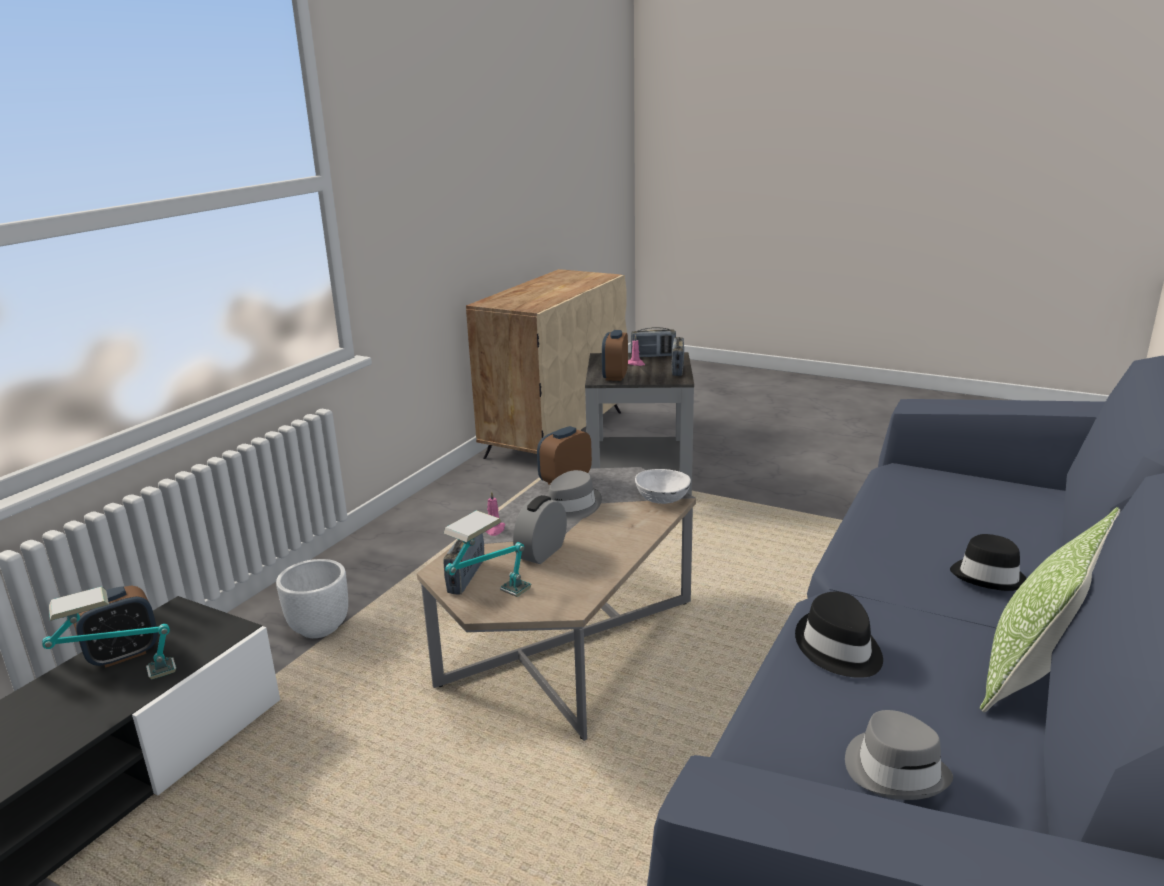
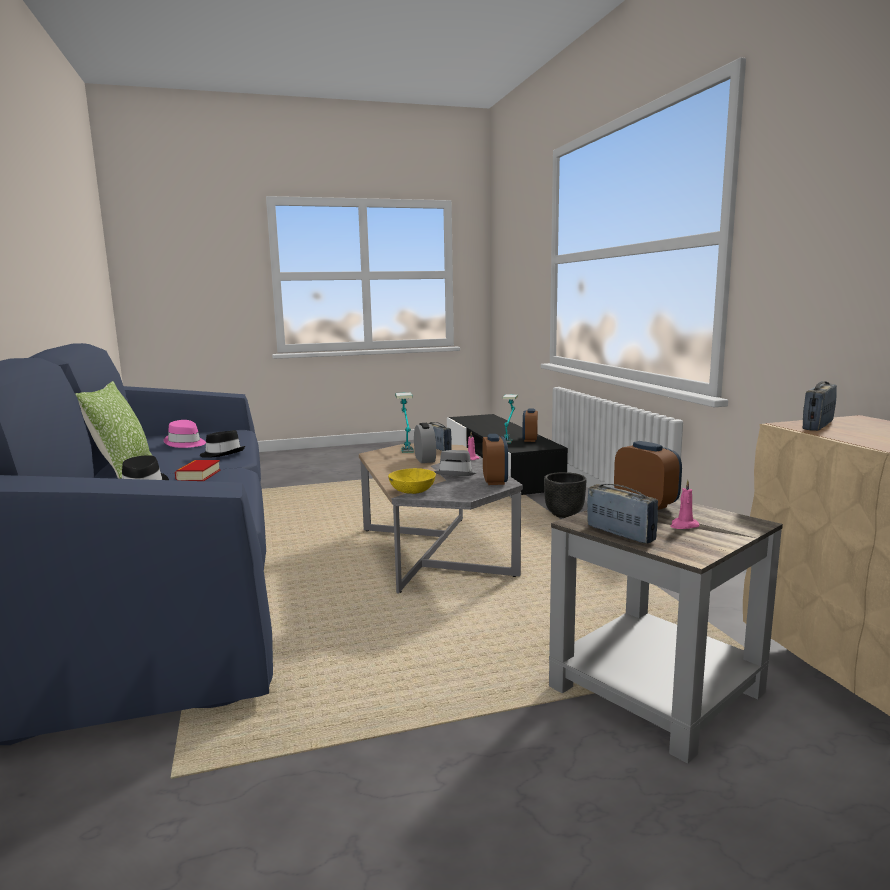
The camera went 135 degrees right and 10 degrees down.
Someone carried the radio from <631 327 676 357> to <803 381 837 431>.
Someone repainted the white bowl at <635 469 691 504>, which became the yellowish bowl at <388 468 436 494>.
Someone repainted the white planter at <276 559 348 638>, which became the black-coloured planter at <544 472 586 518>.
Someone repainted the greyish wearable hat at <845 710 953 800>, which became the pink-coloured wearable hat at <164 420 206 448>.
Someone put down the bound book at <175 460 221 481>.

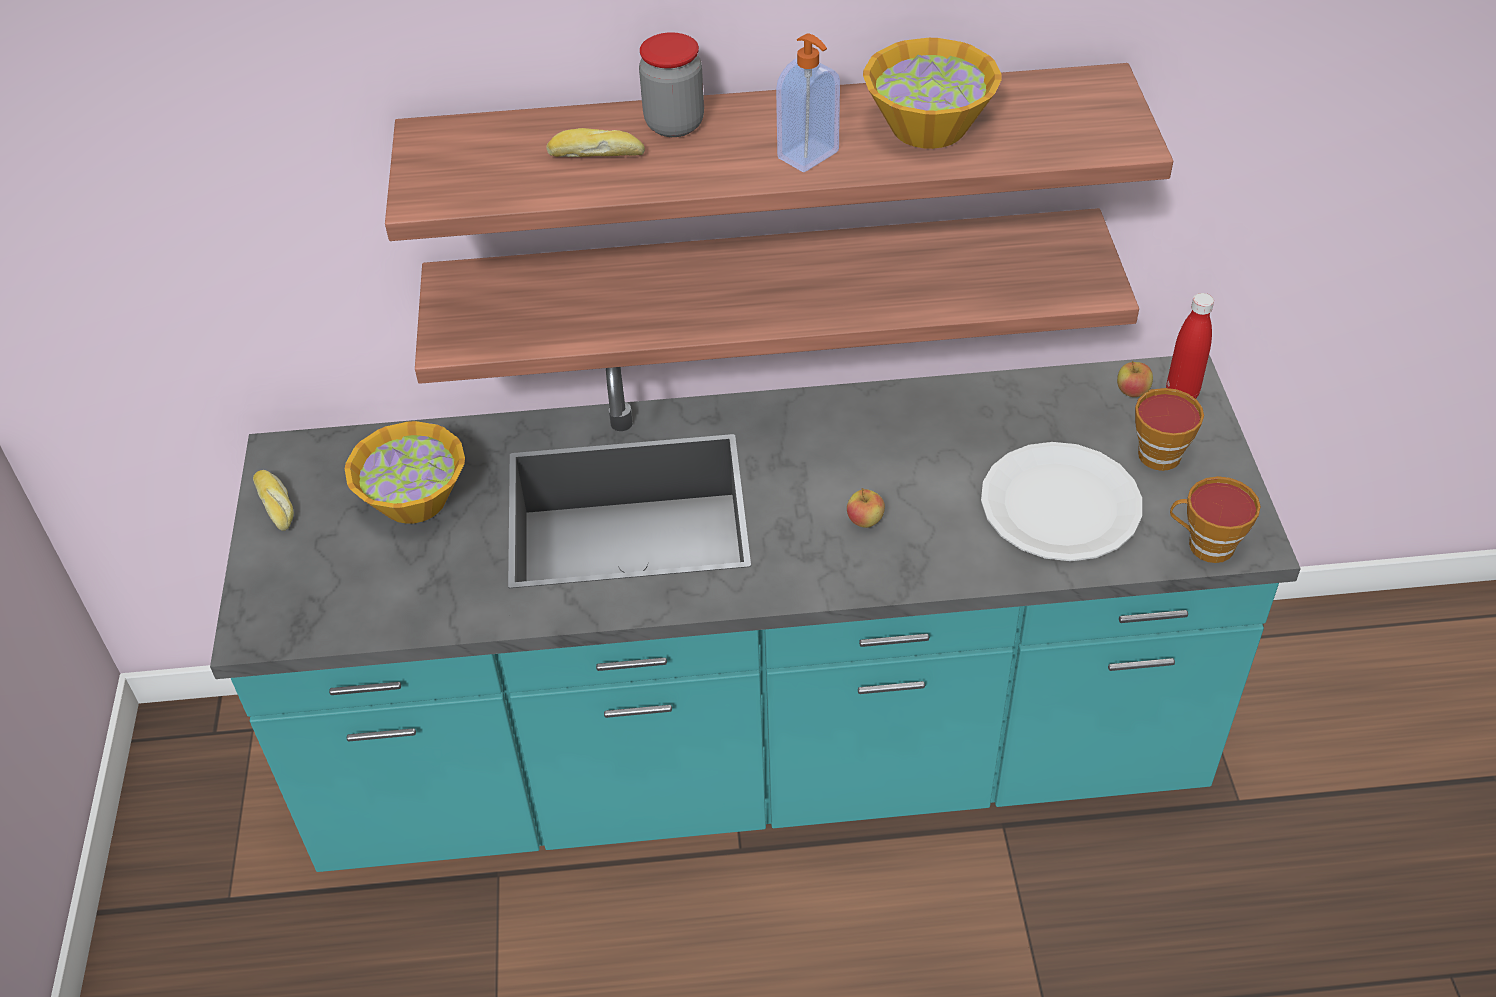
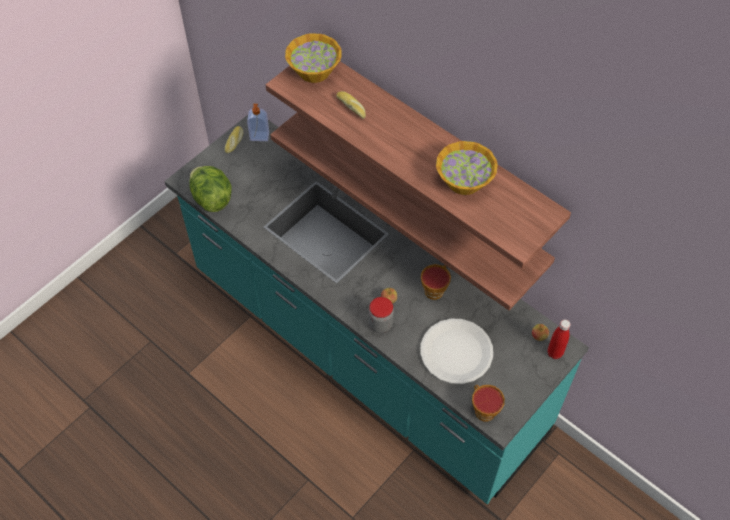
The camera went 45 degrees right and 10 degrees up.
Someone carried the storage jar from <639 32 704 137> to <369 297 394 333>.
Someone carried the liquid soap bottle from <776 33 840 172> to <247 104 269 141>.
Someone carried the small cup from <1135 388 1204 471> to <421 264 451 300>.
Someone carried the bowl from <345 421 465 524> to <285 34 342 83>.
Someone put down the head of lettuce at <189 166 232 212>.

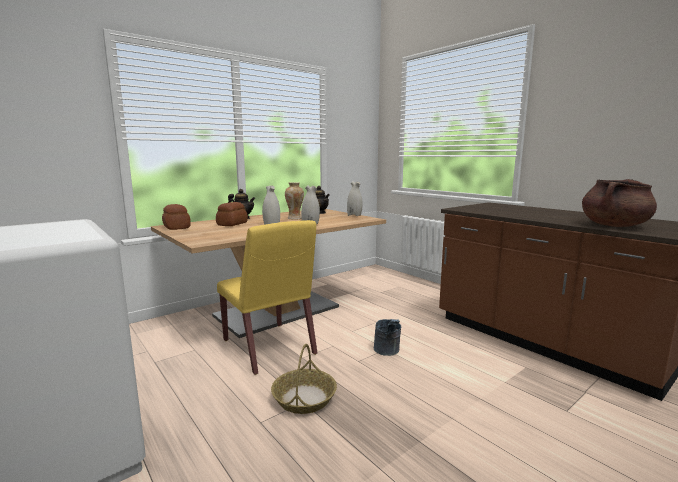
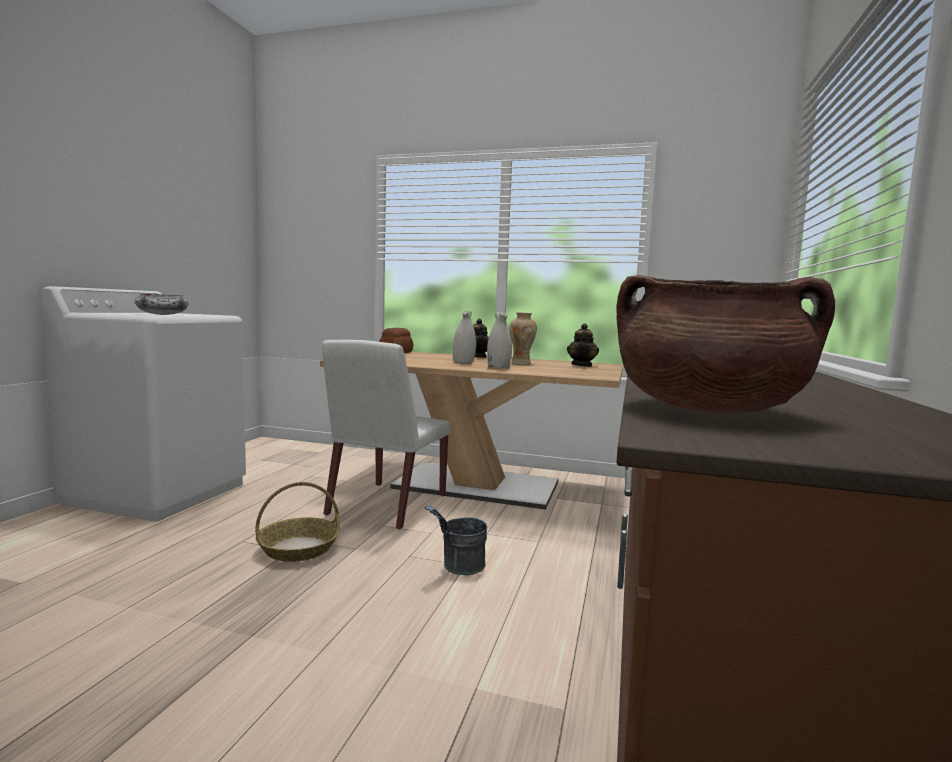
The camera went 55 degrees right and 5 degrees down.
Someone took away the white decorative vase at <347 181 363 216>.
Someone took away the bakery bread at <216 202 248 226>.
Someone repainted the yellowish plain chair at <217 220 317 375>, which became the white plain chair at <322 340 451 530>.
Someone put down the bowl at <134 294 189 315>.

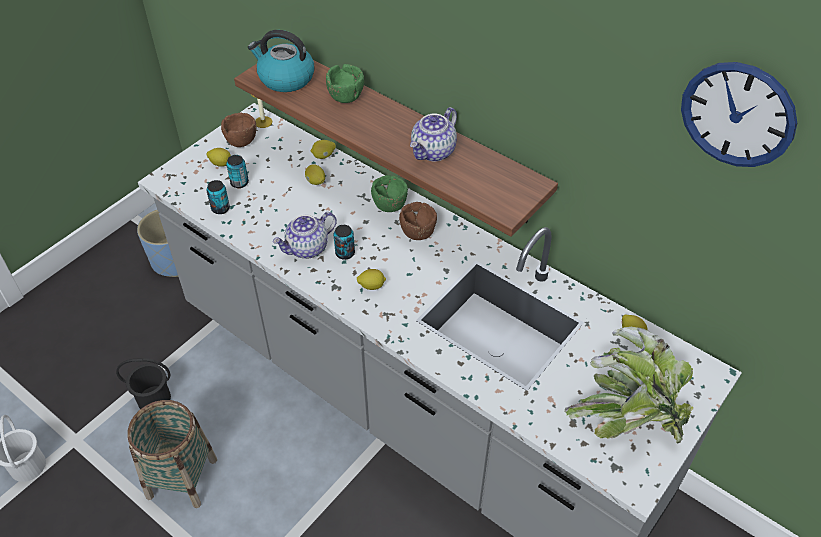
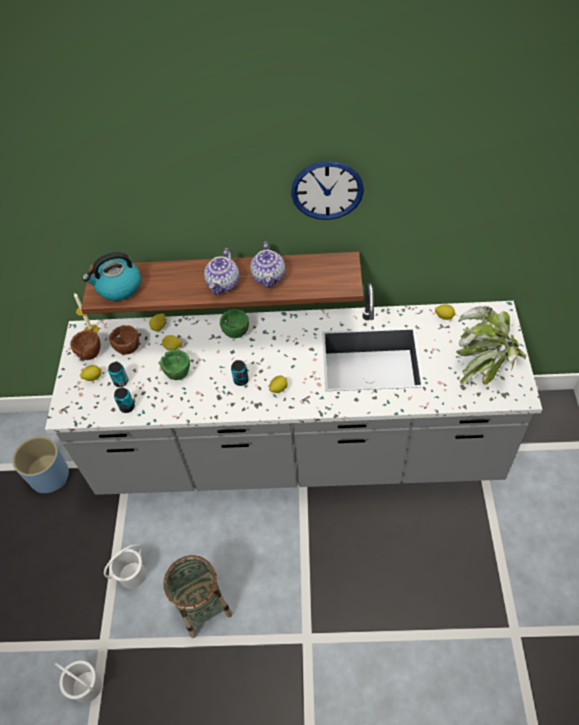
The camera went 35 degrees left and 5 degrees up.
Someone carried the clock on the wall from <681 62 797 167> to <291 161 364 220>.
Someone carried the green bowl from <326 64 364 103> to <160 350 190 380>.
Someone carried the brown bowl from <399 202 437 240> to <109 325 139 355>.
Someone carried the teapot from <273 212 337 258> to <204 248 239 295>.
Someone repainted the black-coloured pail at <116 358 171 409>, which became the white pail at <104 544 146 589>.

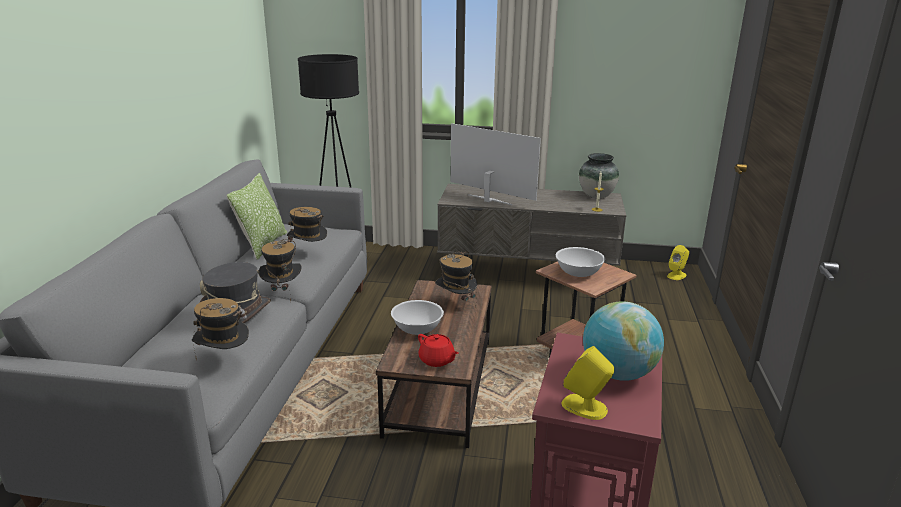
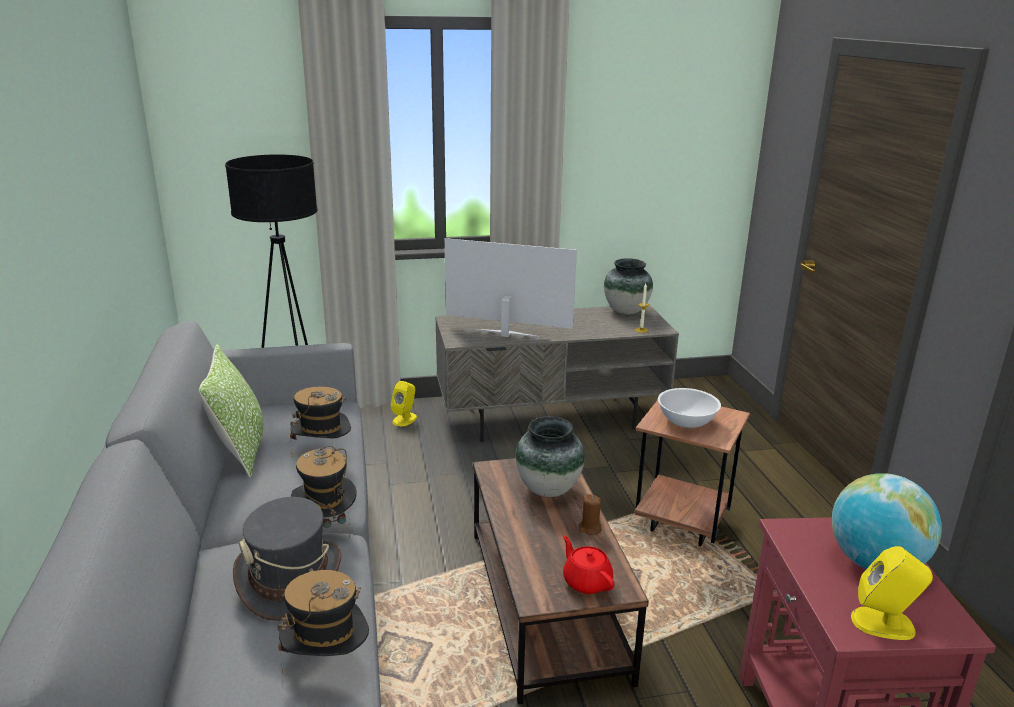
The camera went 20 degrees left and 0 degrees up.
Someone carried the yellowish loudspeaker from <667 245 689 280> to <391 381 417 426>.
Someone swapped the wearable hat at <435 252 477 307> for the decorative vase at <515 416 585 497>.
Someone took away the white bowl at <391 300 444 335>.
Someone rotated the reddish teapot at <418 334 459 367> by 150 degrees counterclockwise.
Someone put down the brown wax light at <579 494 602 535>.

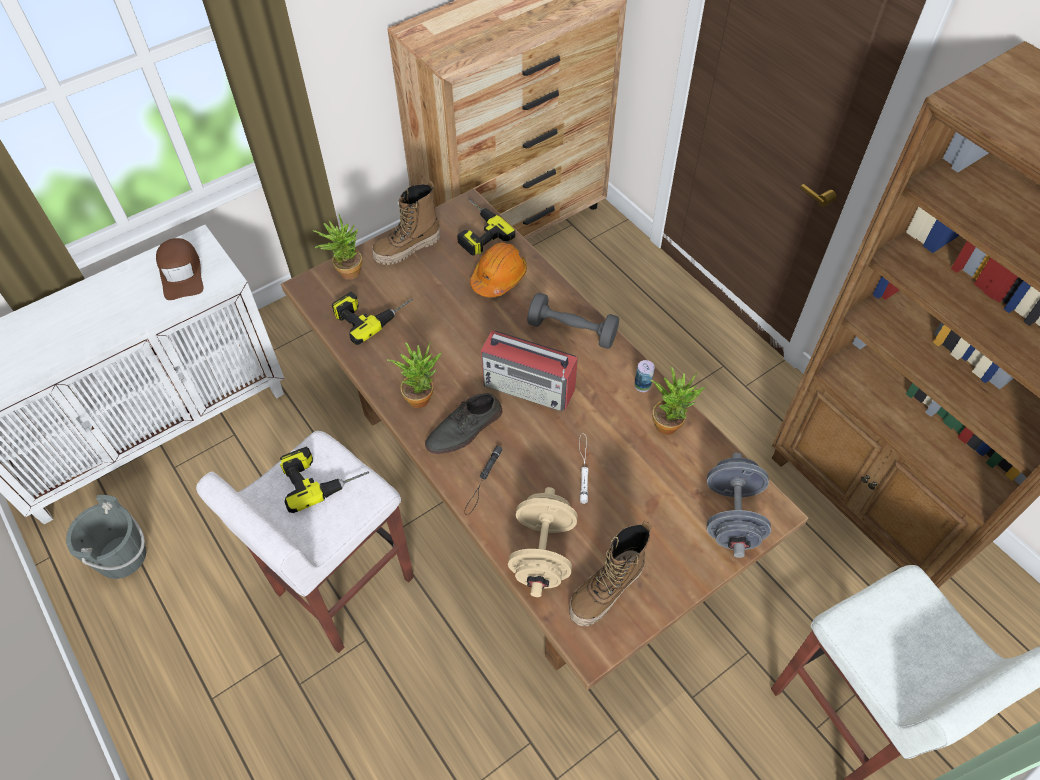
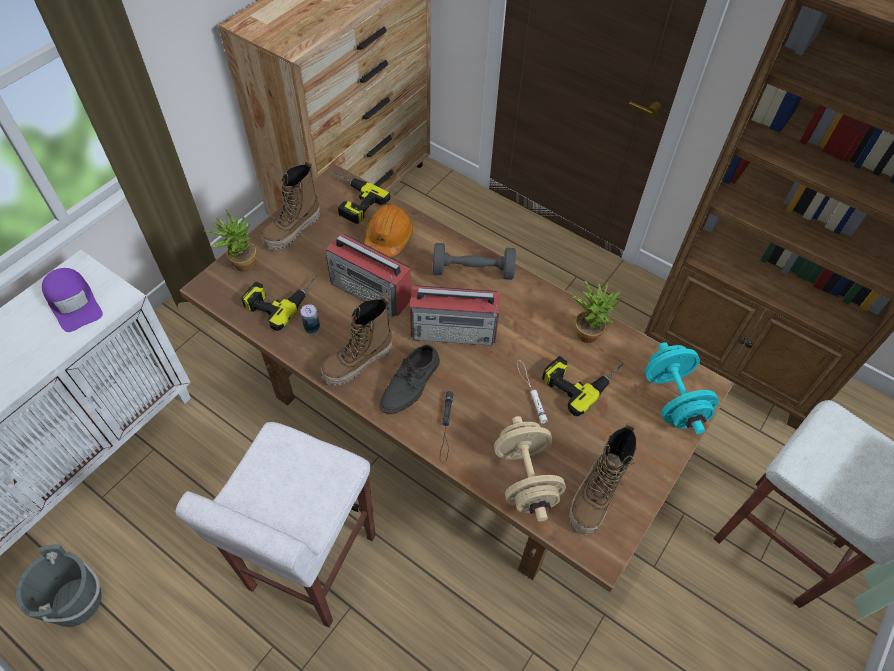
The camera went 20 degrees left and 0 degrees up.
Someone repainted the brown cap at <156 238 203 300>, which became the purple-coloured cap at <42 268 103 332>.
Someone swapped the houseplant at <387 341 442 408> for the tall boot at <321 296 392 386>.
Someone carried the can from <634 360 655 392> to <300 304 320 335>.
Someone carried the drill from <280 447 369 513> to <542 356 623 416>.
Someone repainted the greyish free weight at <707 453 771 558>, which became the turquoise free weight at <645 342 719 434>.
Someone put down the radio at <326 234 411 317>.

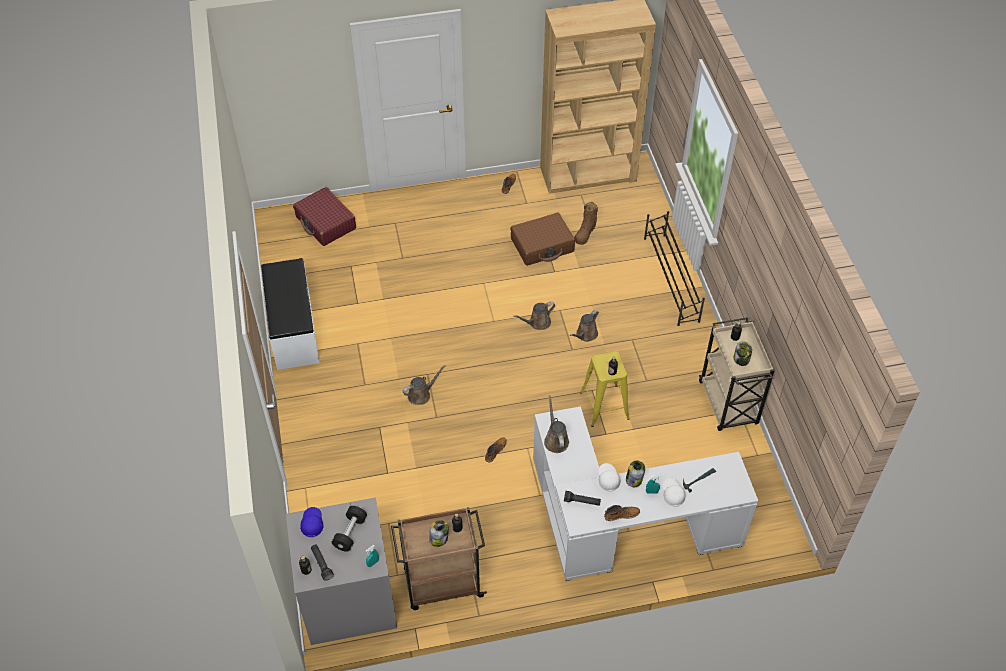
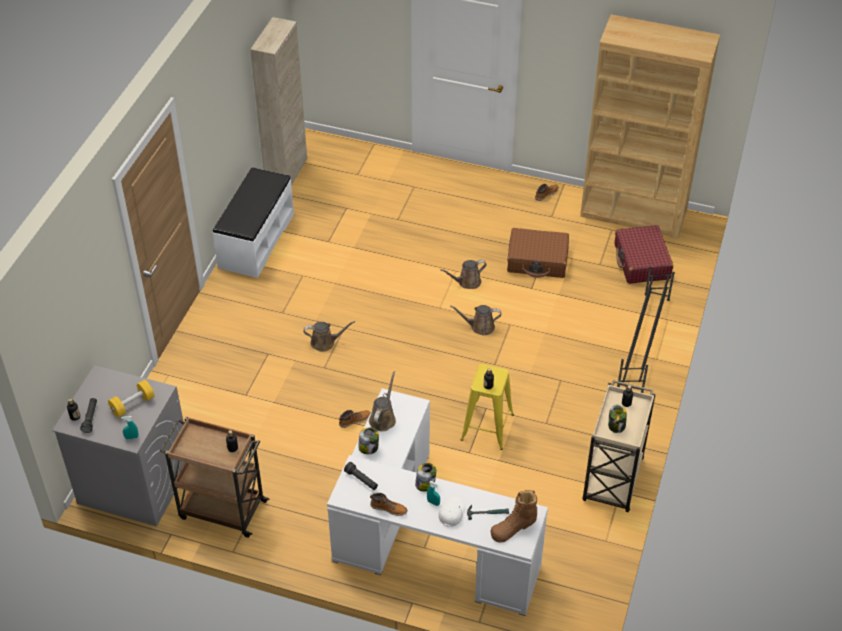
The camera went 30 degrees right and 5 degrees down.
Someone carried the reddish piece of luggage from <293 187 356 246> to <615 225 673 284>.
Someone carried the brown tall boot from <574 201 598 245> to <490 490 537 543>.
Someone carried the brown sprinkling can from <570 310 599 342> to <440 260 487 289>.
Someone took away the white cap at <598 463 620 491>.
Someone repainted the black-coloured free weight at <332 506 367 552>, which became the yellowish free weight at <108 380 155 418>.
Someone took away the bluish cap at <300 507 323 537>.
Someone carried the storage jar from <429 520 449 547> to <358 427 379 454>.
Someone put down the beige-coloured cupboard at <250 17 307 186>.

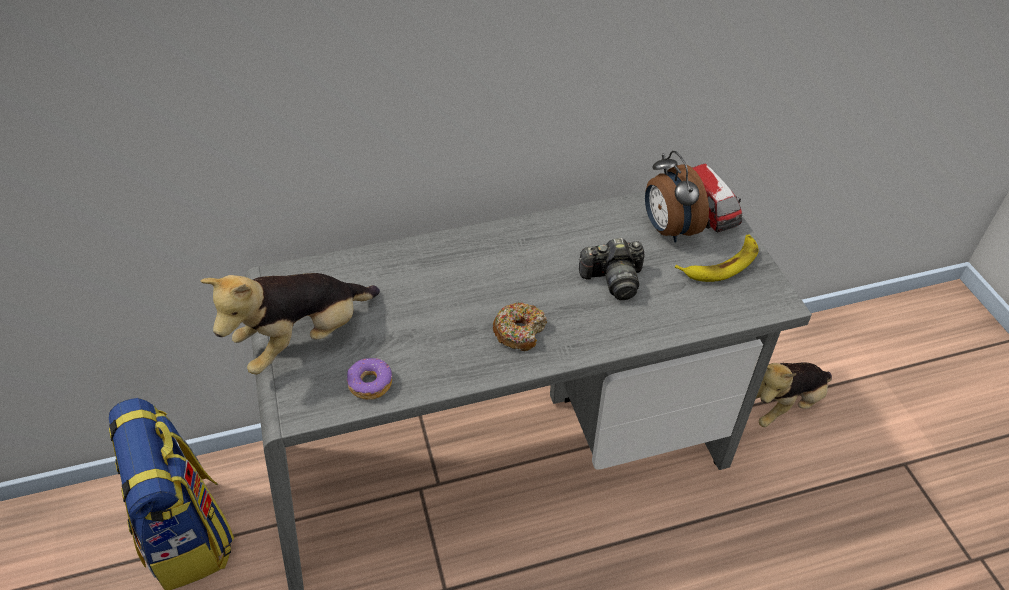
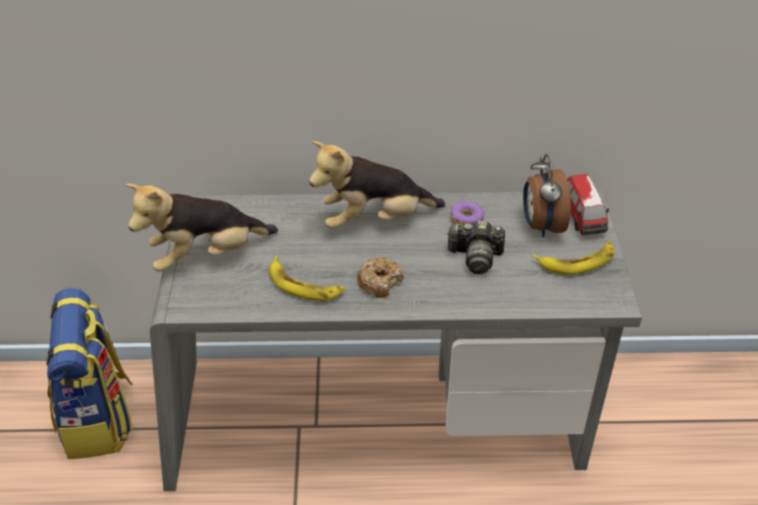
The camera went 15 degrees right and 5 degrees down.
Someone carried the ring doughnut from <346 358 392 400> to <450 201 485 225>.
Someone carried the plush toy from <756 363 832 427> to <309 141 445 229>.
Someone put down the banana at <269 256 345 301>.

